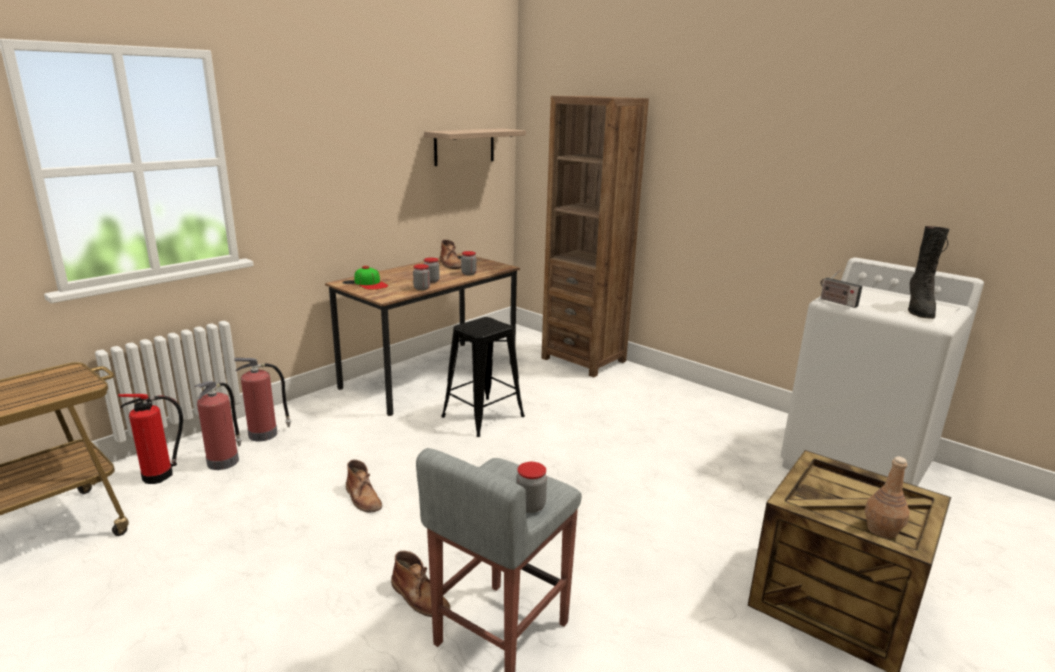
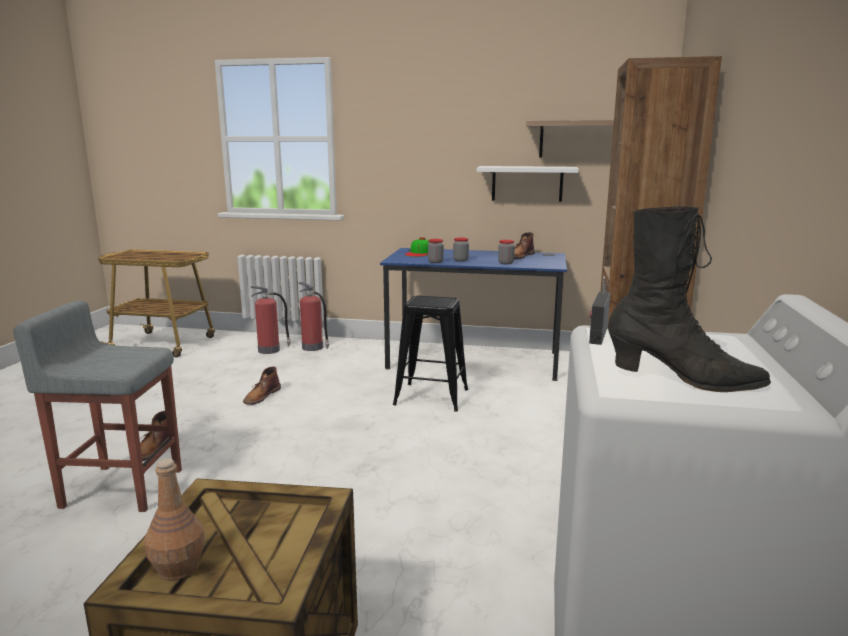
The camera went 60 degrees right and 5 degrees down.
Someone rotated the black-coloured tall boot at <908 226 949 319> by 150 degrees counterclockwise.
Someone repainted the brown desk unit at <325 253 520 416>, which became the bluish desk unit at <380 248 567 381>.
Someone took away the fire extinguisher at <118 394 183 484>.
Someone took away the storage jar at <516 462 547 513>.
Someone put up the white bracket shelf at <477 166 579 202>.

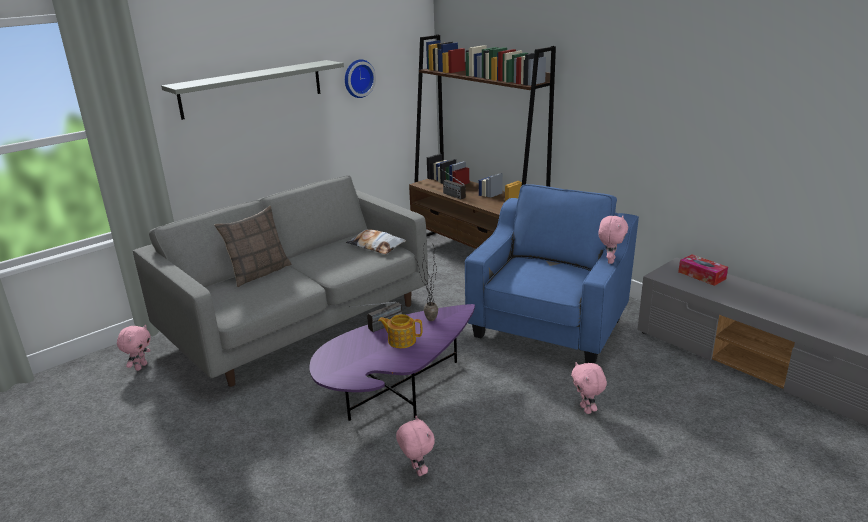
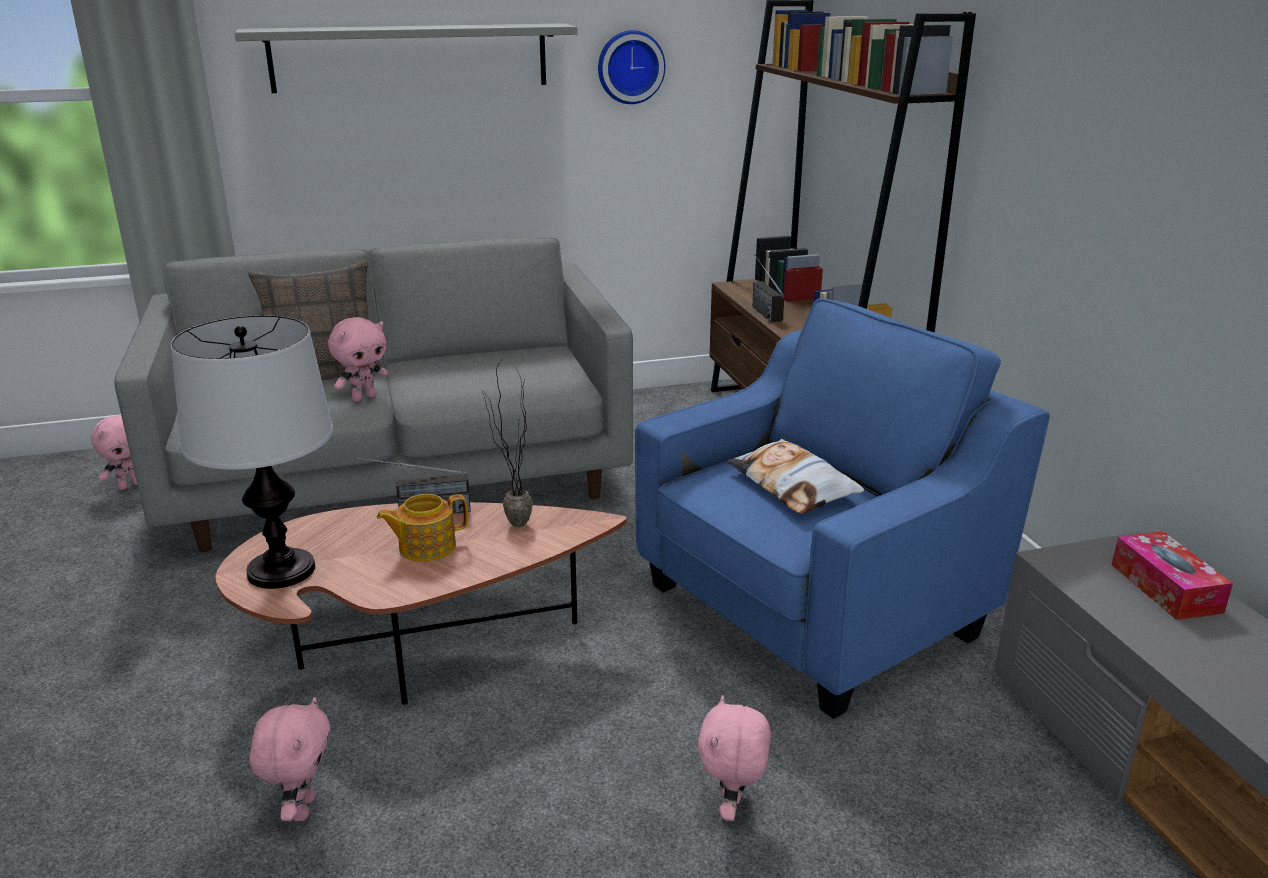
The camera went 25 degrees right and 0 degrees up.
Someone carried the pink-coloured plush toy from <598 216 628 264> to <328 317 389 402>.
Someone carried the cushion from <346 229 406 254> to <727 439 864 514>.
Someone repainted the purple-coloured lounge table at <309 304 475 421>, which became the brown lounge table at <215 502 627 705>.
Someone rotated the teapot at <378 314 422 348> by 60 degrees counterclockwise.
Someone put down the lamp for a table at <171 315 333 589>.

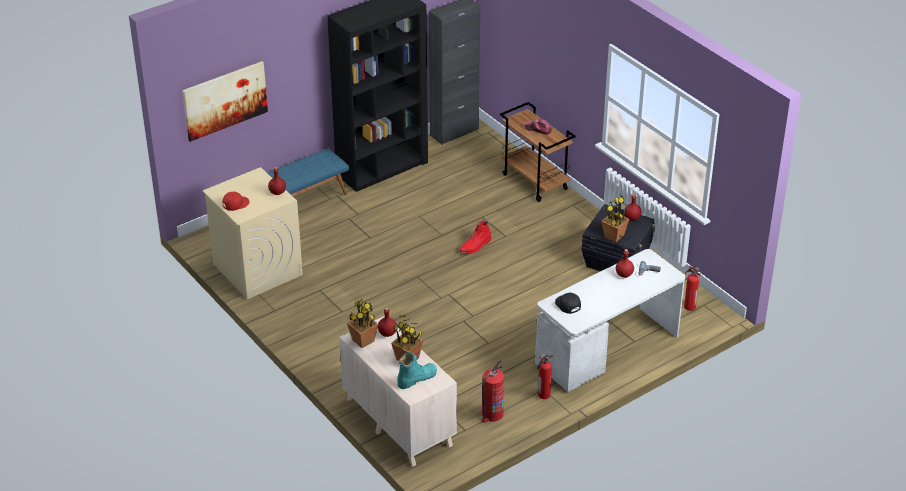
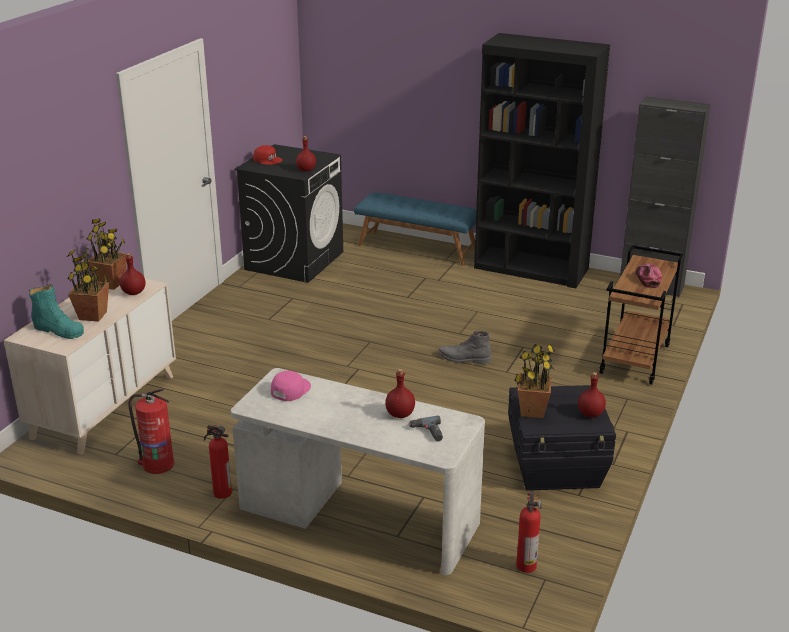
The camera went 60 degrees right and 10 degrees down.
Someone took away the wall picture at <182 61 268 142>.
Someone repainted the beige-coloured washing machine at <202 167 303 299>, which became the black-coloured washing machine at <235 144 343 283>.
Someone repainted the reddish tall boot at <459 220 491 254>, which became the greyish tall boot at <438 331 491 364>.
Someone repainted the black-coloured cap at <555 293 581 314>, which became the pink-coloured cap at <271 371 311 401>.

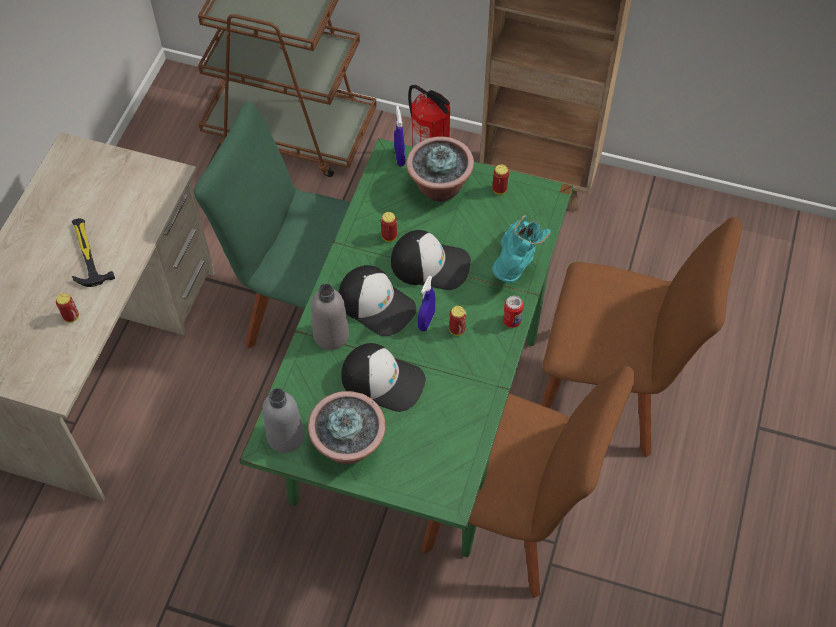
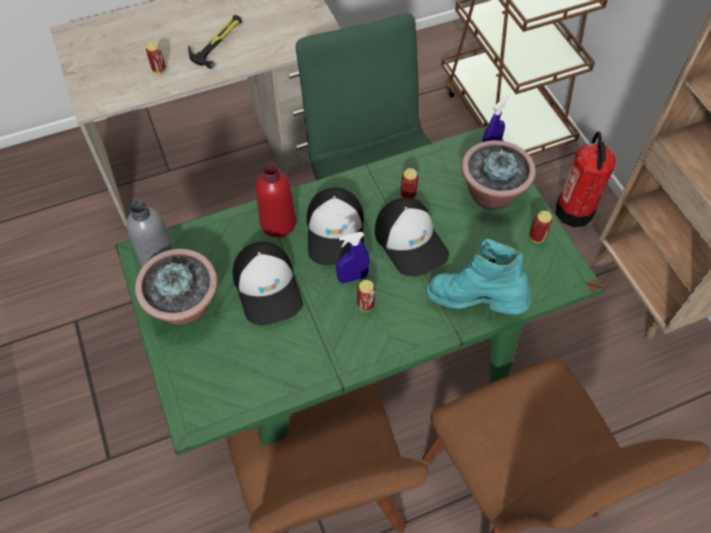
The camera went 50 degrees right and 0 degrees up.
Someone rotated the turquoise tall boot at <492 215 551 283> by 135 degrees counterclockwise.
Someone repainted the greyish beverage bottle at <311 284 349 350>, which became the reddish beverage bottle at <256 163 296 237>.
Someone took away the can at <503 296 524 328>.

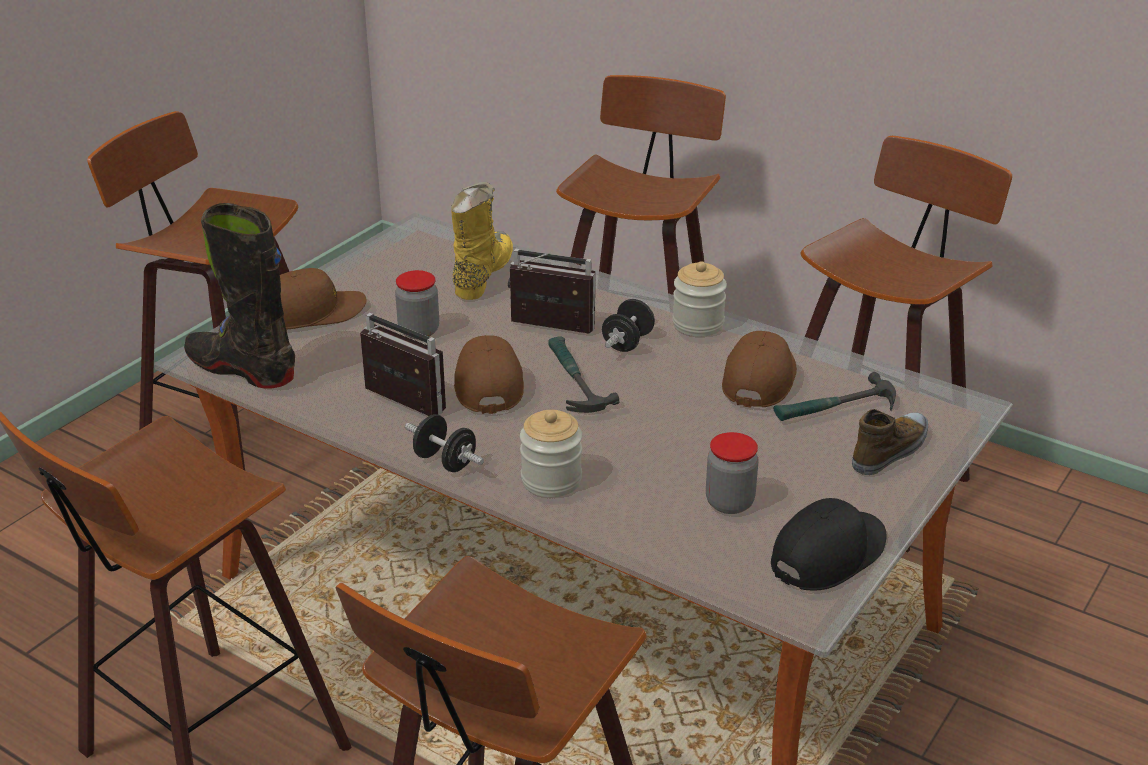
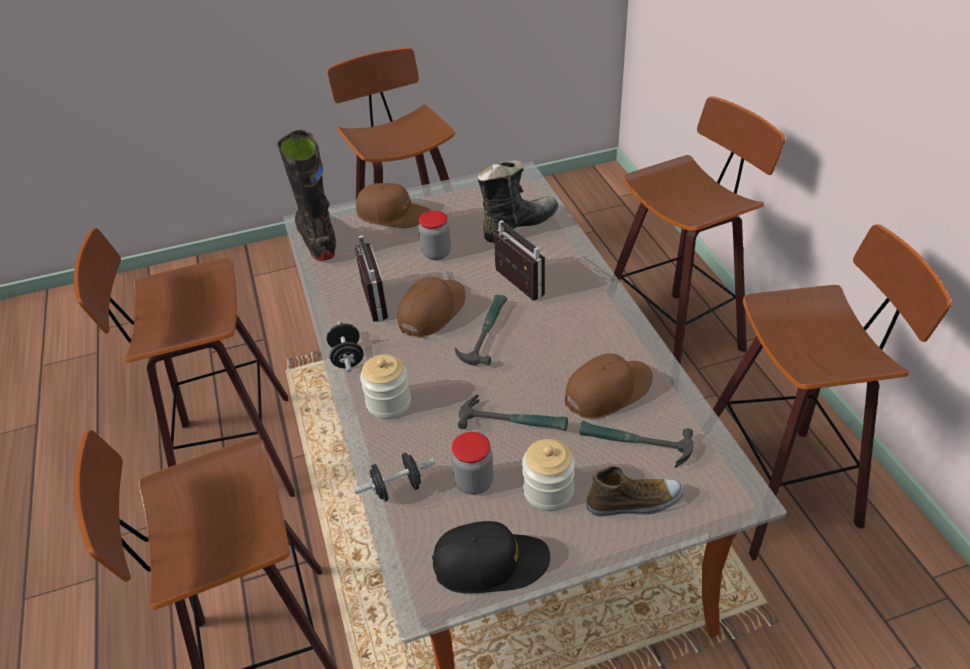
The camera went 40 degrees right and 10 degrees up.
Someone repainted the yellowish tall boot at <451 182 513 300>, which became the black-coloured tall boot at <477 160 558 243>.
Someone carried the storage jar from <672 261 727 337> to <522 439 575 511>.
Someone carried the black-coloured free weight from <602 299 655 352> to <354 452 435 502>.
Someone put down the hammer at <458 395 568 431>.

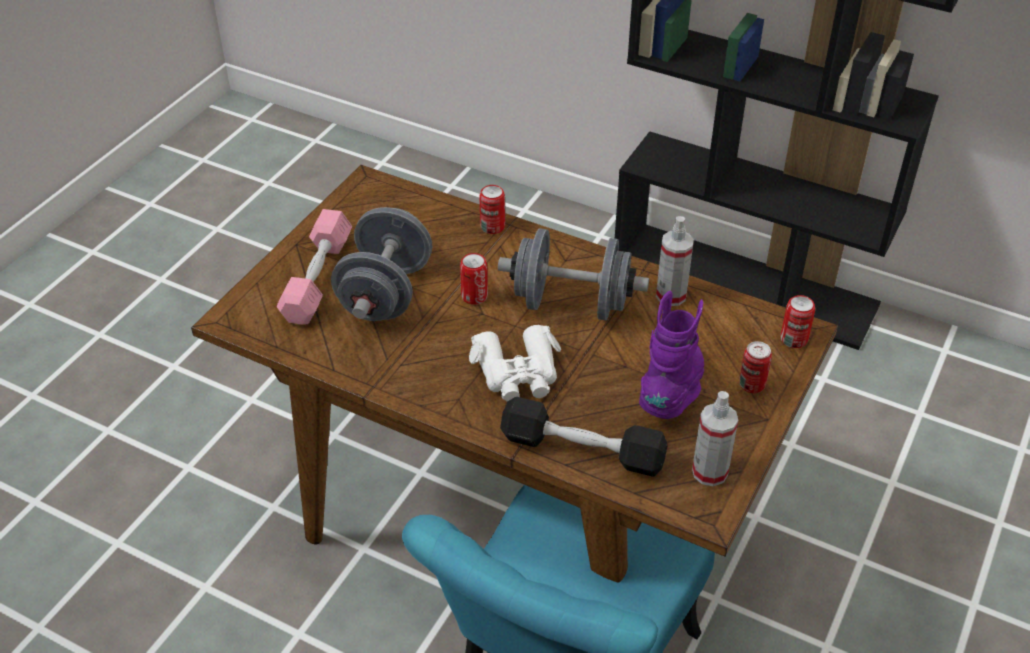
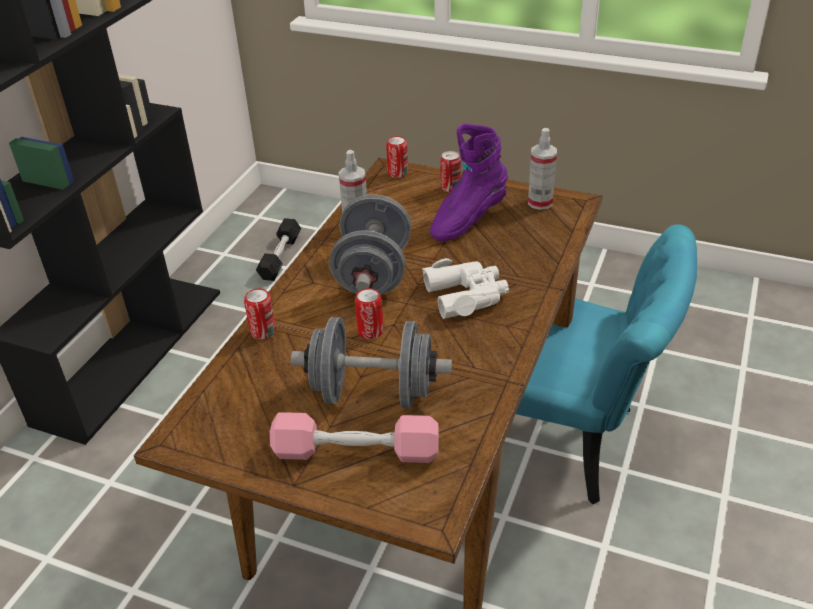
The camera went 95 degrees left and 5 degrees down.
Someone rotated the purple-coloured tall boot at <639 291 704 419> by 60 degrees counterclockwise.
Someone carried the black-coloured free weight from <500 397 667 477> to <256 218 301 281>.

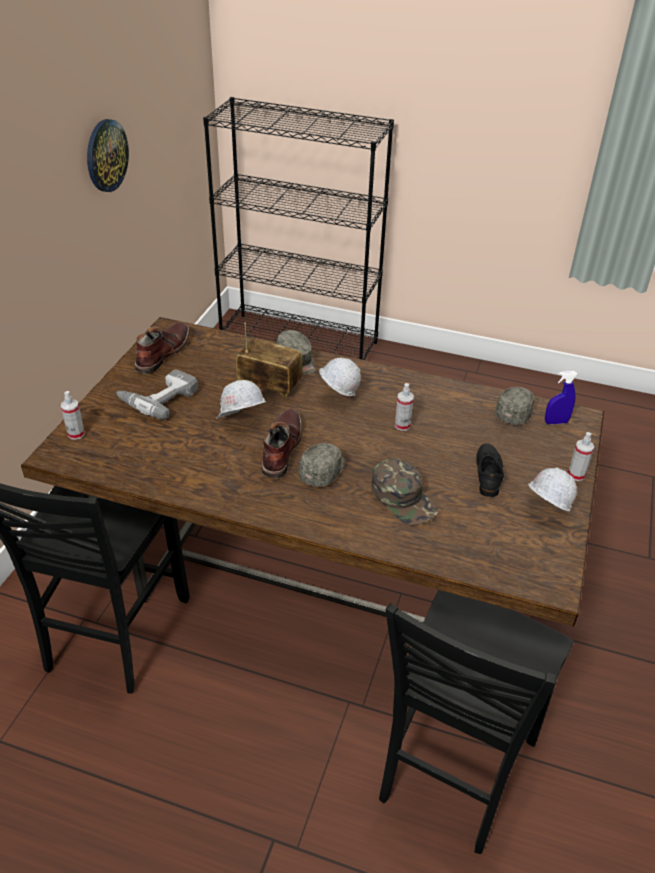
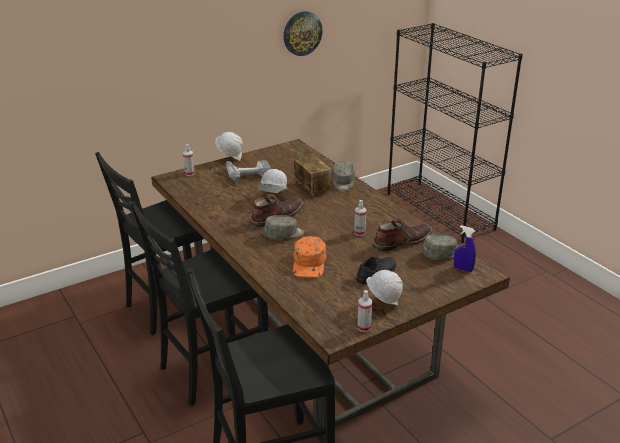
The camera went 40 degrees right and 10 degrees down.
Someone carried the brown tall boot from <135 322 190 374> to <373 218 433 252>.
Someone carried the white work helmet from <319 358 361 396> to <215 132 243 161>.
Someone carried the sprayer from <568 432 594 481> to <357 290 372 332>.
Someone repainted the green cap at <371 458 438 526>, which became the orange cap at <293 236 326 277>.
Someone put down the black-coloured plain chair at <130 202 269 406>.

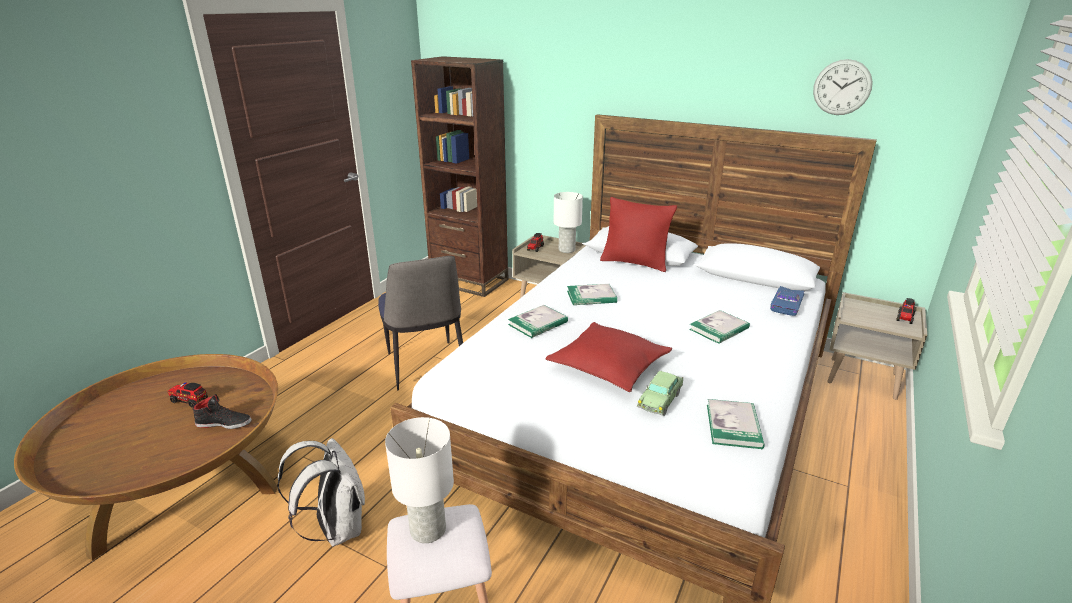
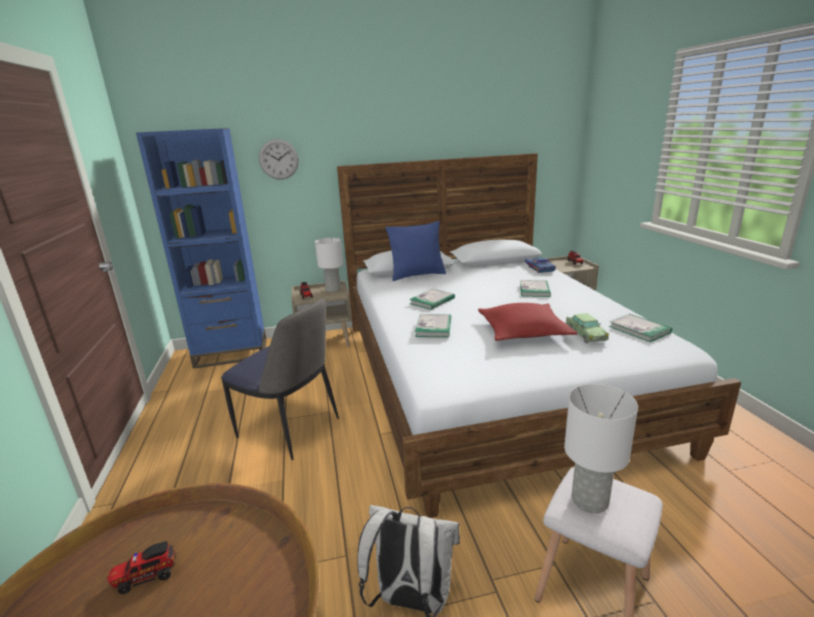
The camera went 40 degrees left and 5 degrees down.
Someone repainted the brown bookshelf at <411 56 508 297>, which became the bluish bookshelf at <136 128 266 369>.
Someone carried the clock on the wall from <813 59 873 115> to <259 139 299 180>.
Someone repainted the reddish cushion at <600 197 677 272>, which became the bluish cushion at <386 221 446 281>.
Someone took away the black-coloured shoe at <192 394 252 429>.

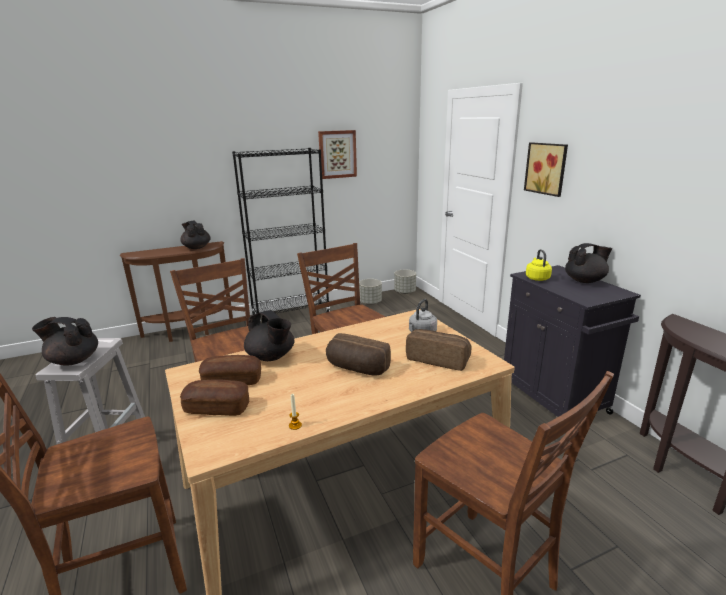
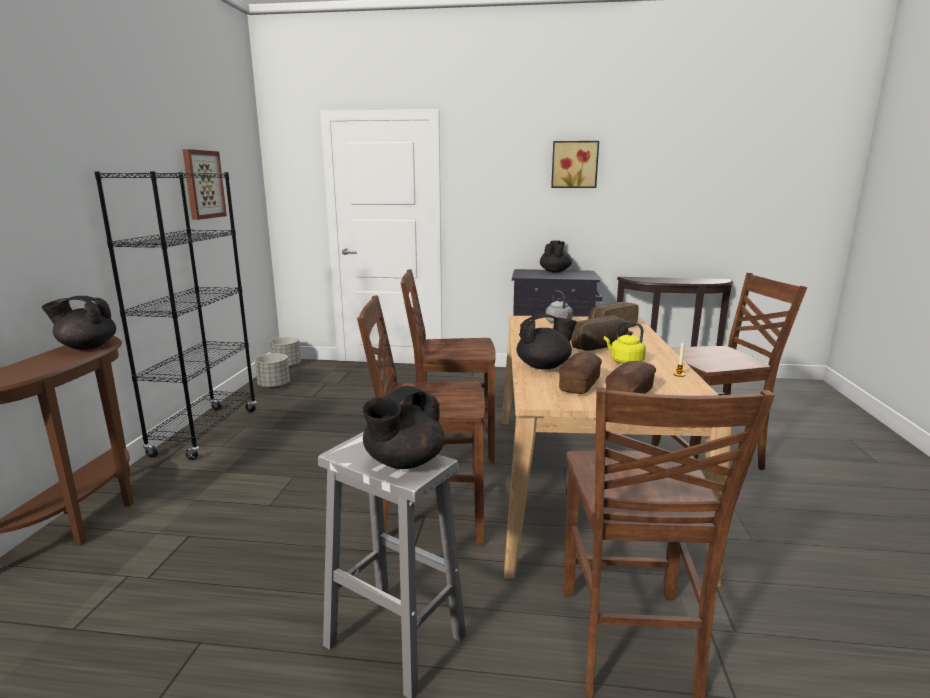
The camera went 60 degrees left and 5 degrees down.
Someone carried the wall picture from <524 142 568 197> to <551 141 599 188>.
Someone carried the yellowish kettle from <526 249 552 281> to <604 321 646 364>.

